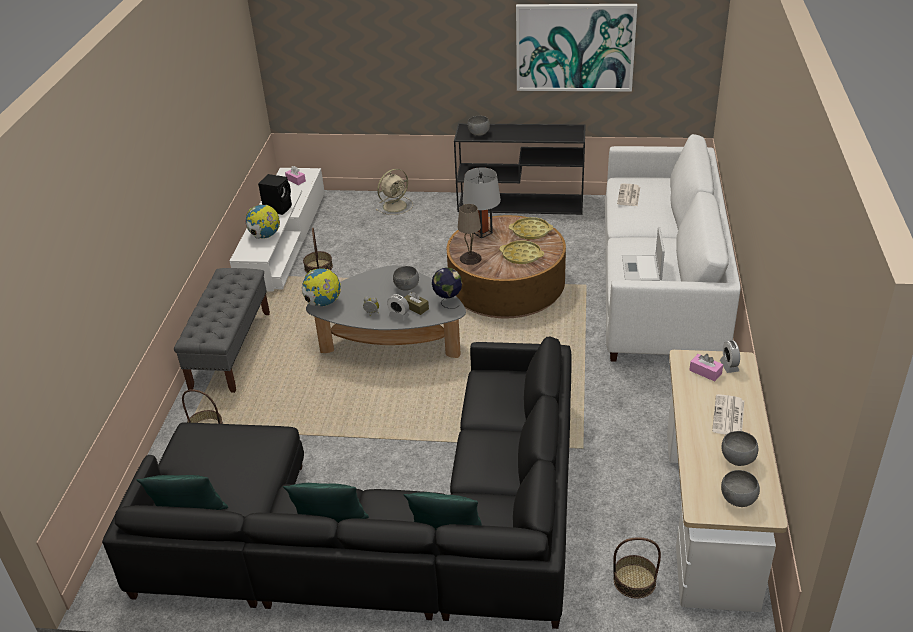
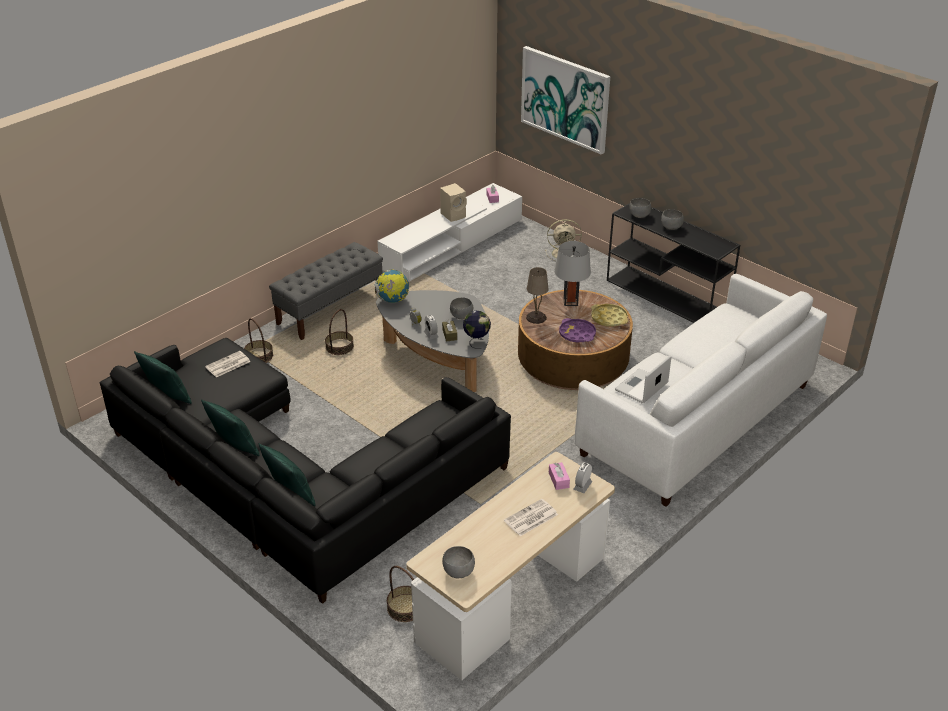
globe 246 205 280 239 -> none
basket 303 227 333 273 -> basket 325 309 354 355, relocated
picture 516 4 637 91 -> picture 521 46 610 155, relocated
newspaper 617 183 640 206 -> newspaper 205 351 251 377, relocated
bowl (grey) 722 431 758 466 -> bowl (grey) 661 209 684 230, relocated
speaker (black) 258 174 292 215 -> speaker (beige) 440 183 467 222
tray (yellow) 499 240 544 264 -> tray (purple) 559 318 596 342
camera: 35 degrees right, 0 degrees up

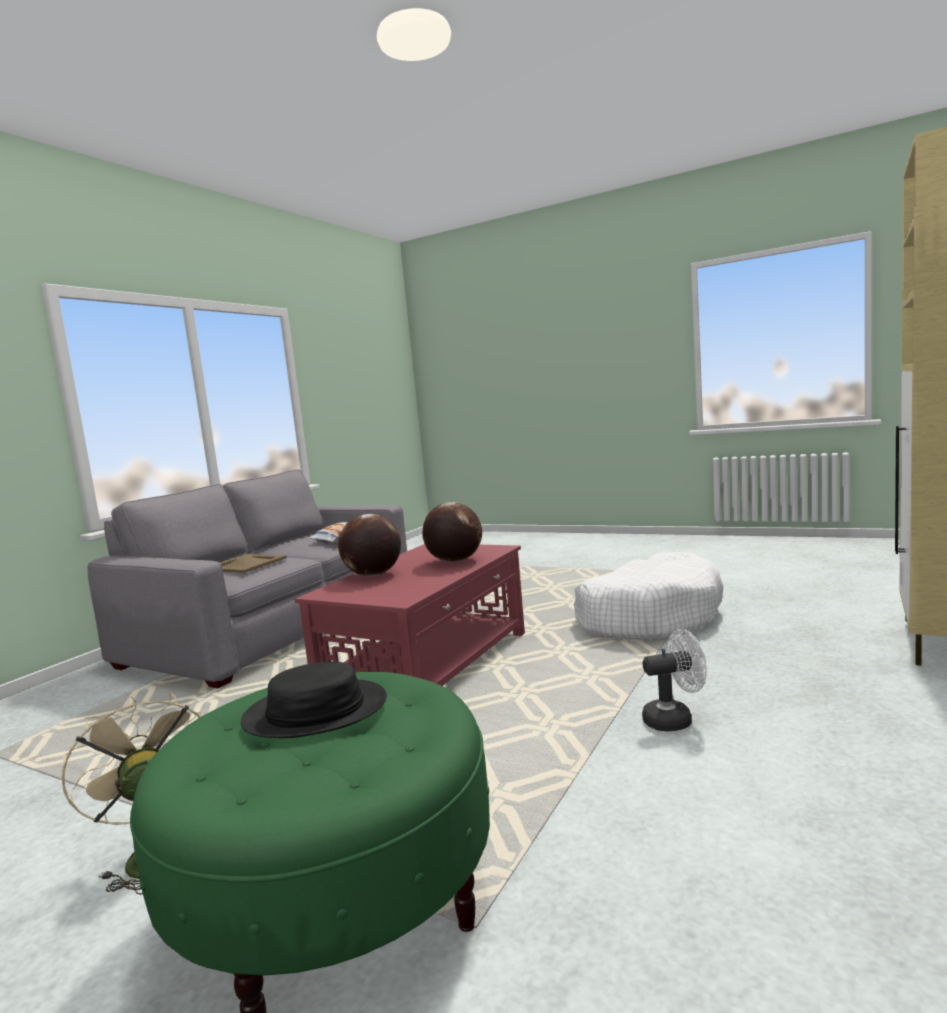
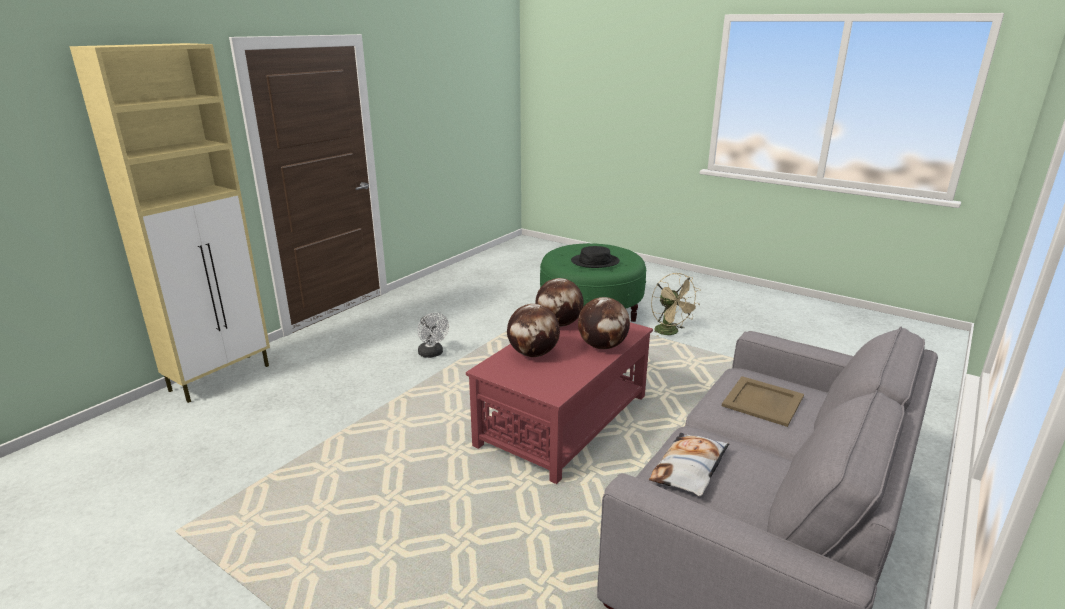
dog bed (white) 574 552 724 640 -> none
none -> globe 535 278 584 327
fan (white) 642 629 707 732 -> fan (white) 418 313 449 358, 120 degrees counterclockwise
camera: 175 degrees left, 15 degrees up

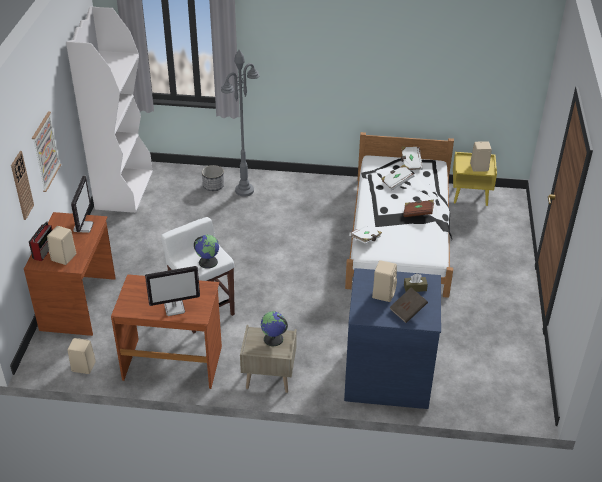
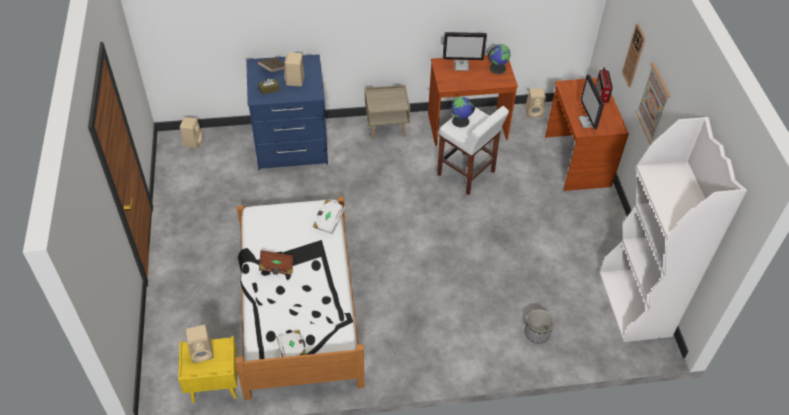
floor lamp (grey) 221 50 259 197 -> none
book (white) 381 165 414 190 -> none
speaker (beige) 47 226 76 265 -> speaker (beige) 180 117 202 148, relocated
globe 261 311 288 346 -> globe 488 44 510 74, relocated
monitor 145 266 200 316 -> monitor 443 32 487 71, 150 degrees counterclockwise
camera: 165 degrees right, 10 degrees up

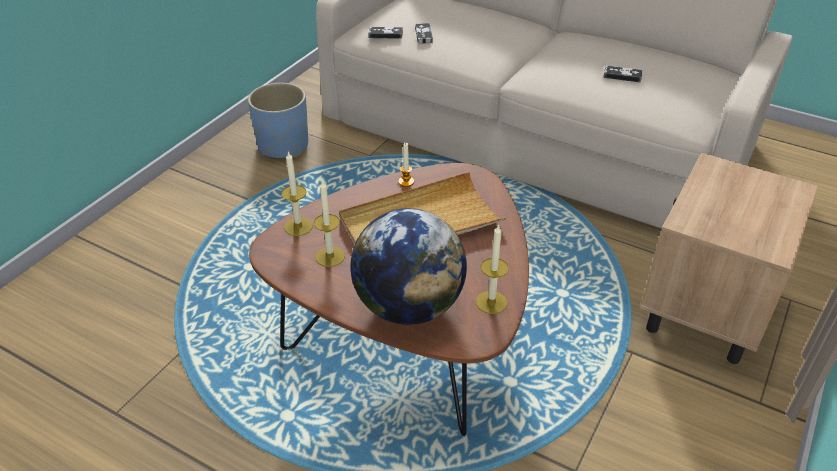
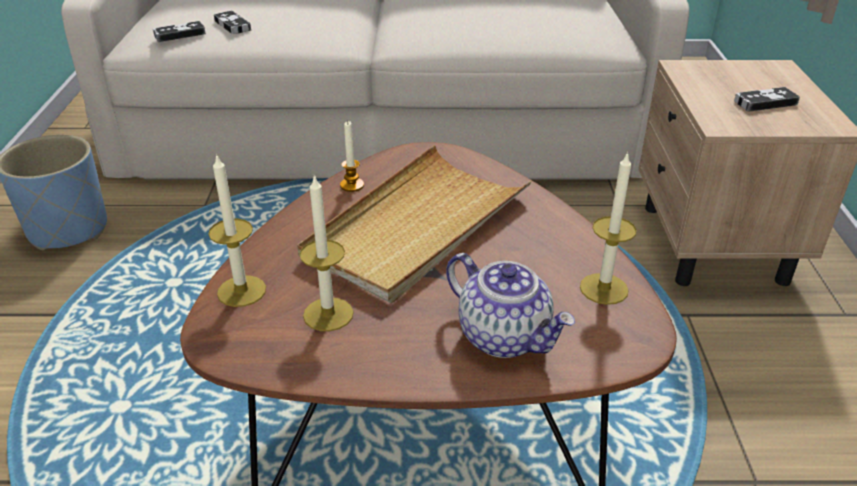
game controller 603 66 642 82 -> game controller 734 87 800 112, relocated
globe 350 208 467 325 -> teapot 446 253 575 358
camera: 30 degrees left, 5 degrees down

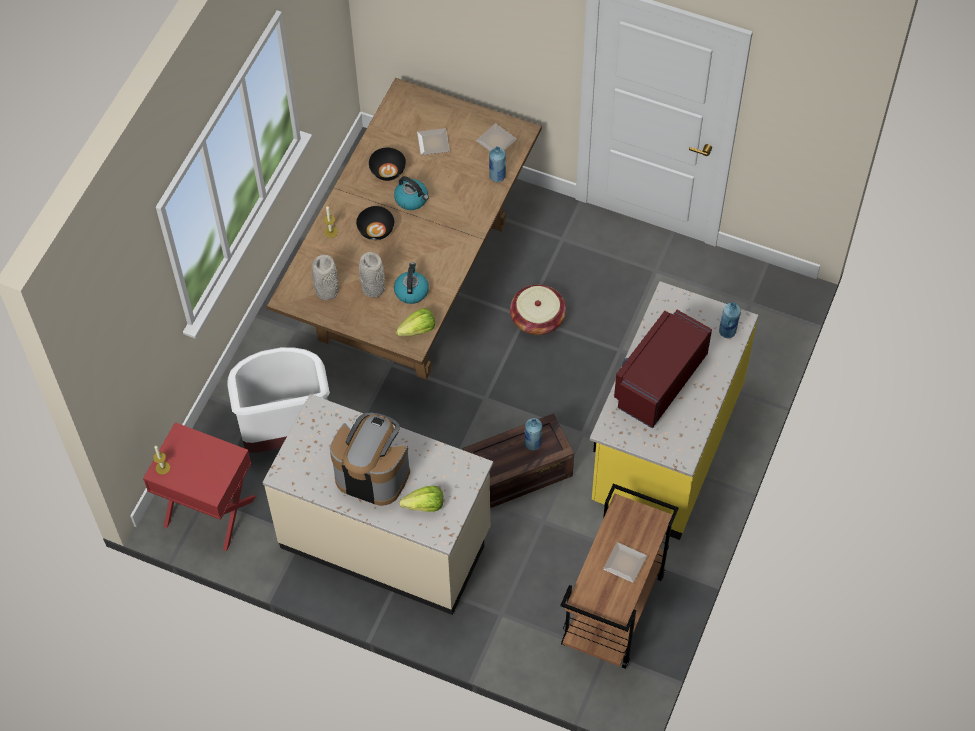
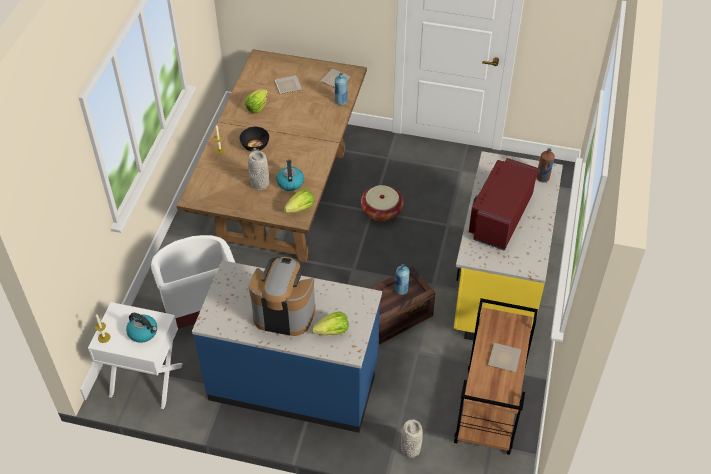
vase (grey) 312 255 338 300 -> vase (grey) 401 420 423 458, relocated
kettle 394 176 429 210 -> kettle 126 313 157 343, relocated
bowl (black) 369 148 406 181 -> lettuce 245 89 268 113
nightstand (red) 143 422 256 551 -> nightstand (white) 88 302 183 409
counter (beige) 262 394 493 615 -> counter (blue) 192 260 382 433
bottle (blue) 719 302 741 338 -> bottle (brown) 536 148 555 183
camera: 10 degrees left, 10 degrees down

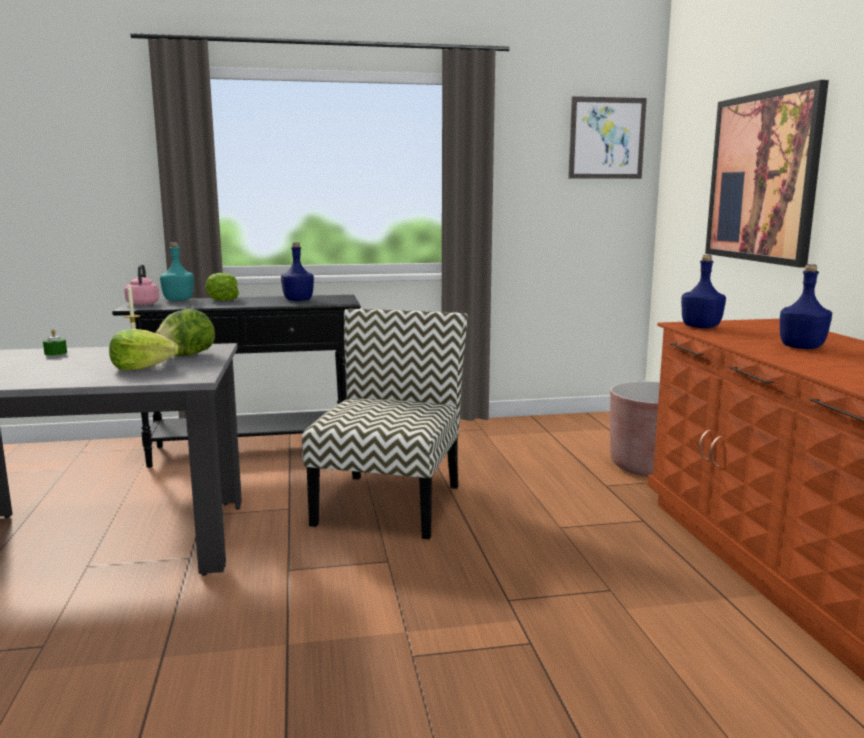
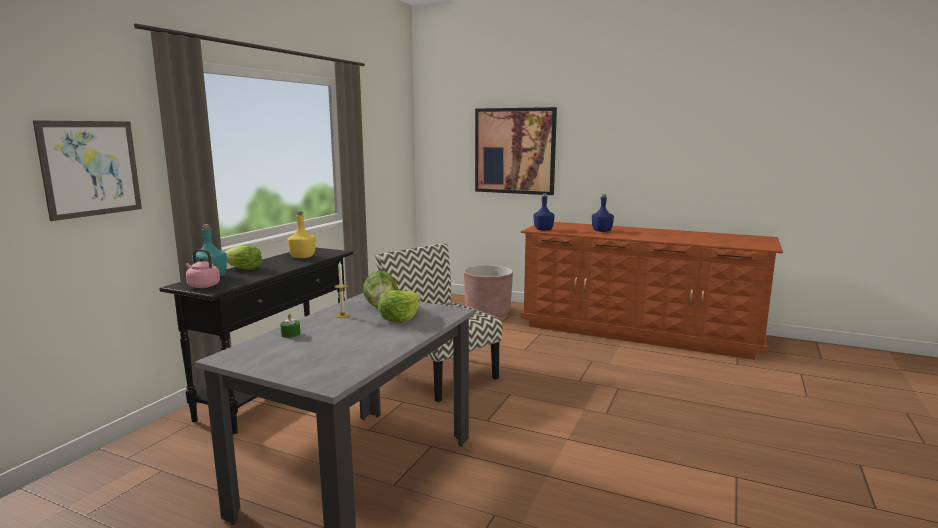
picture 568 96 647 179 -> picture 33 120 142 221, relocated
bottle (blue) 281 242 314 301 -> bottle (yellow) 287 211 316 258
camera: 55 degrees left, 0 degrees up

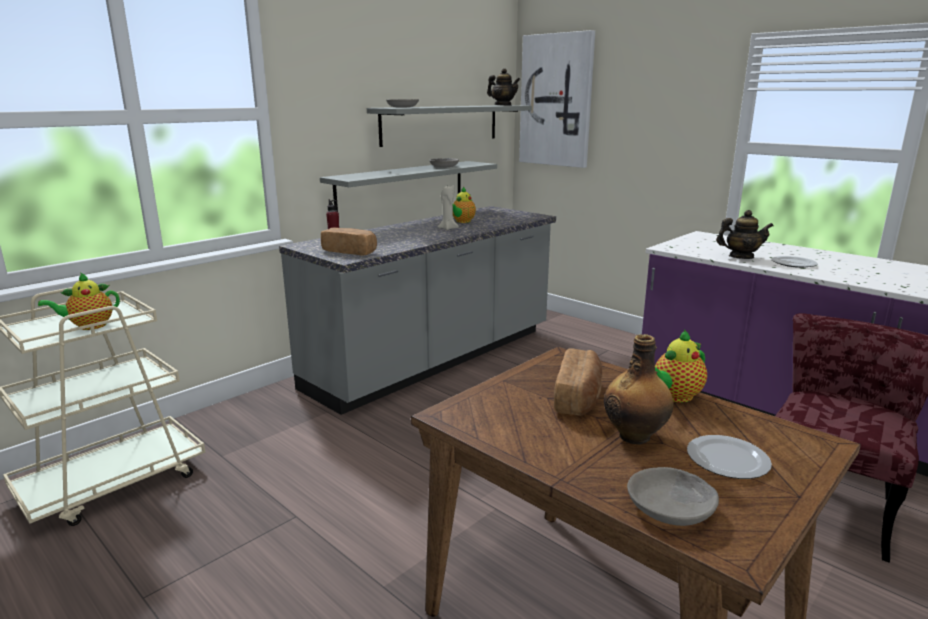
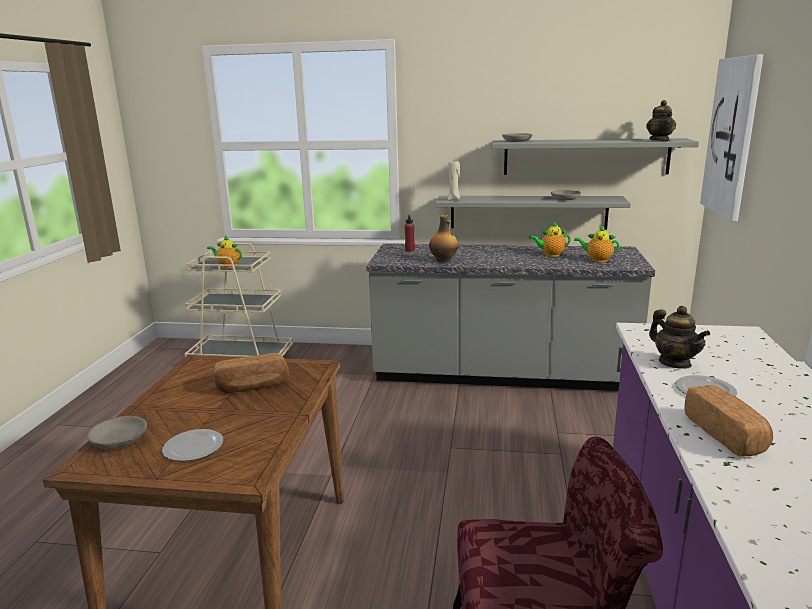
bread 321 227 377 255 -> bread 684 385 773 457, relocated
candle (beige) 437 184 459 230 -> candle (beige) 448 161 460 201, relocated
bottle 604 334 674 444 -> bottle 429 215 458 263, relocated
teapot 655 330 707 402 -> teapot 574 225 619 262, relocated
camera: 55 degrees right, 0 degrees up

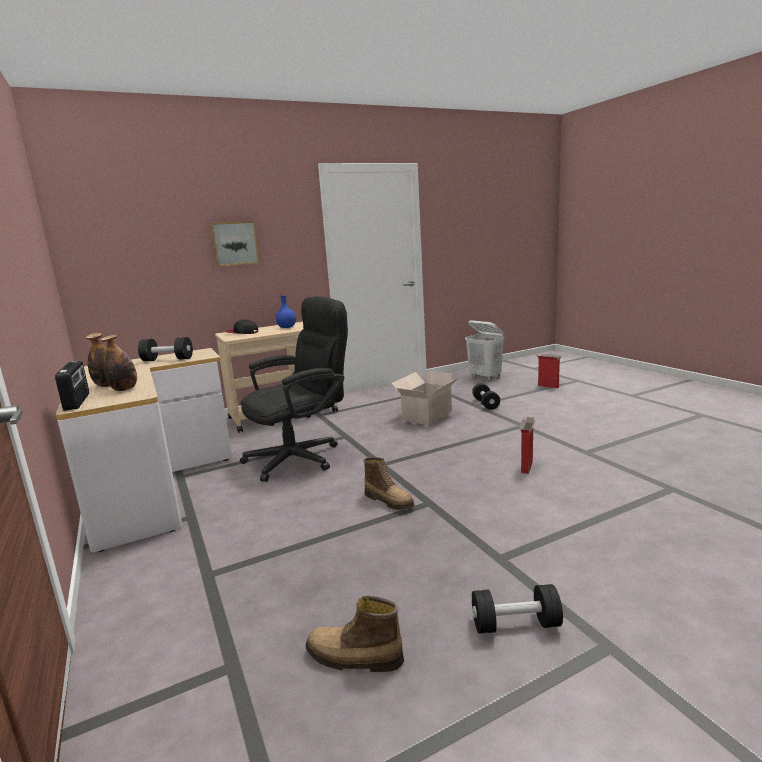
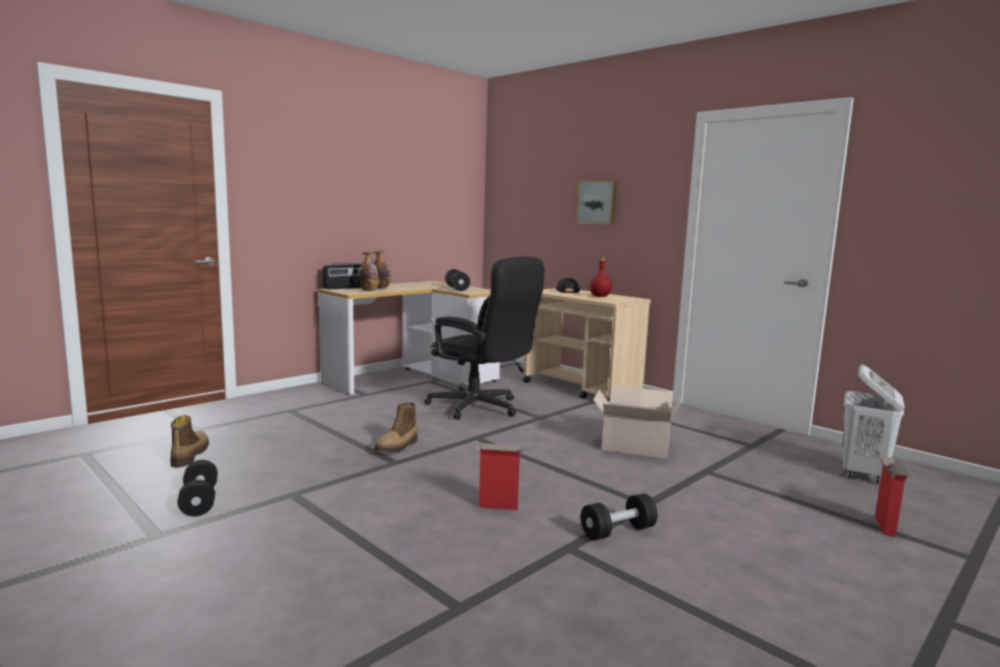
dumbbell (black) 472 383 500 410 -> dumbbell (black) 581 494 658 540, relocated
bottle (blue) 276 292 296 328 -> bottle (red) 590 258 612 297
camera: 70 degrees right, 5 degrees down

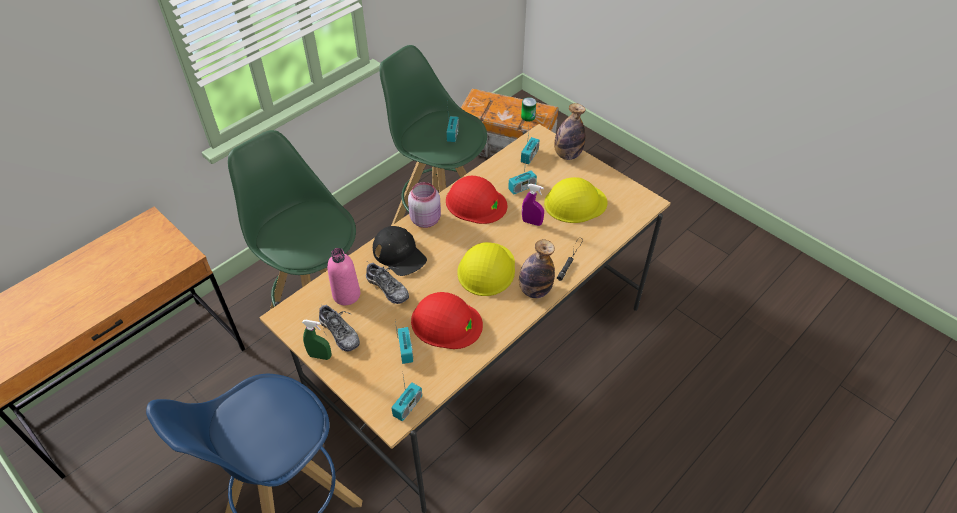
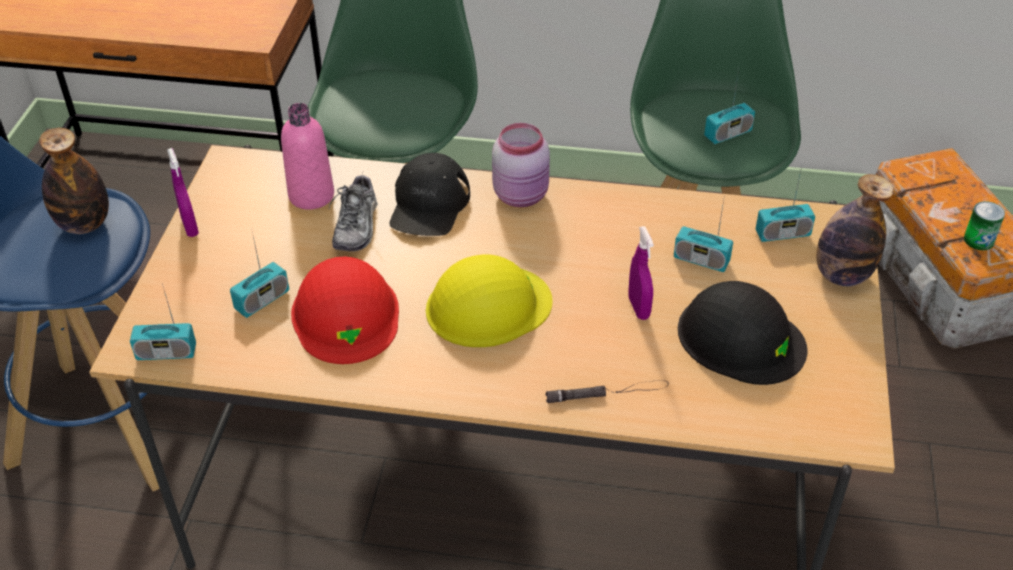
shoe 319 303 360 352 -> none
hard hat (red) 446 176 508 224 -> none
bottle 519 240 555 298 -> bottle 39 128 109 234, relocated
spray bottle (green) 302 320 332 360 -> spray bottle (purple) 167 148 199 237
hard hat (yellow) 544 177 607 223 -> hard hat (black) 678 281 808 385
camera: 55 degrees right, 5 degrees down

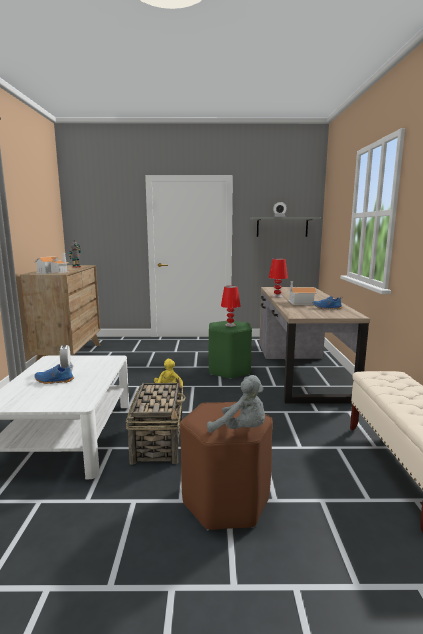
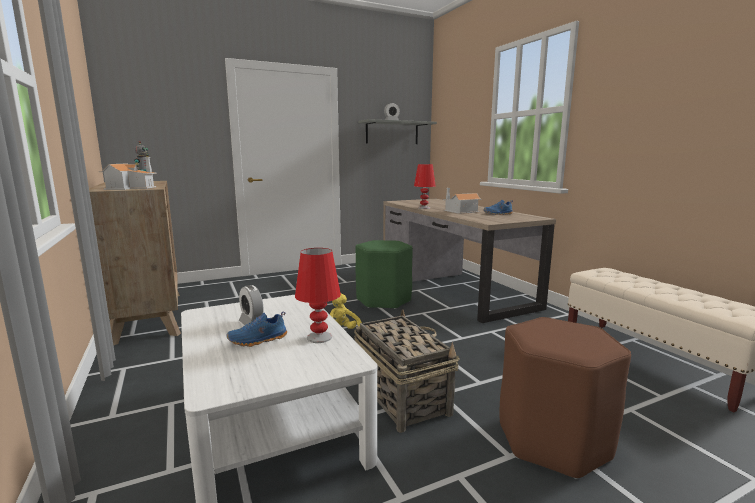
plush toy (grey) 207 375 265 433 -> none
table lamp (red) 221 286 240 327 -> table lamp (red) 295 248 341 343, relocated
camera: 25 degrees left, 0 degrees up

